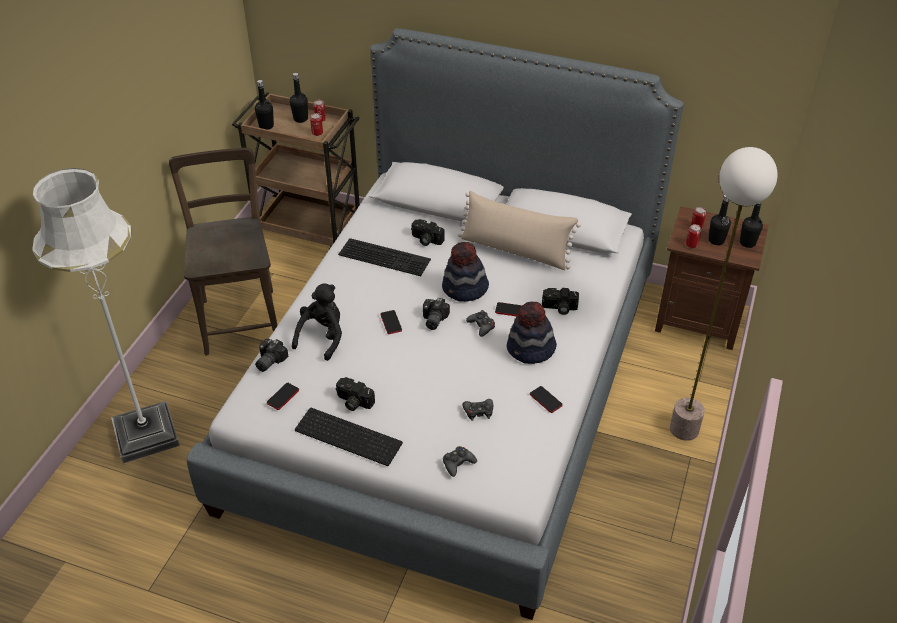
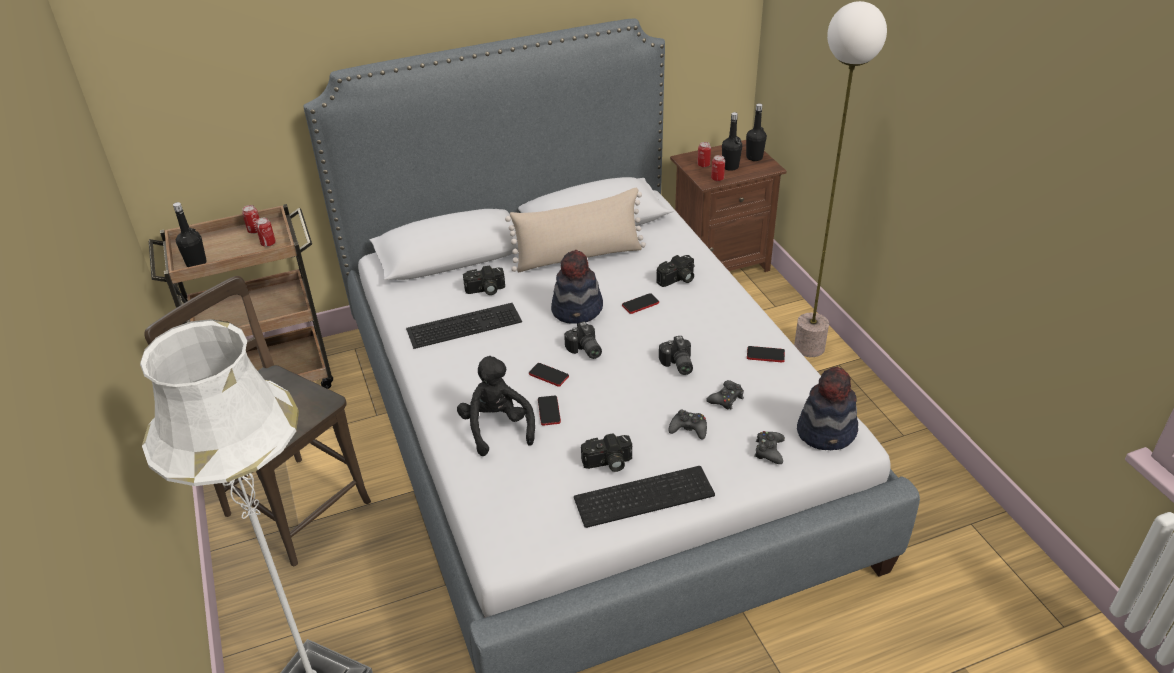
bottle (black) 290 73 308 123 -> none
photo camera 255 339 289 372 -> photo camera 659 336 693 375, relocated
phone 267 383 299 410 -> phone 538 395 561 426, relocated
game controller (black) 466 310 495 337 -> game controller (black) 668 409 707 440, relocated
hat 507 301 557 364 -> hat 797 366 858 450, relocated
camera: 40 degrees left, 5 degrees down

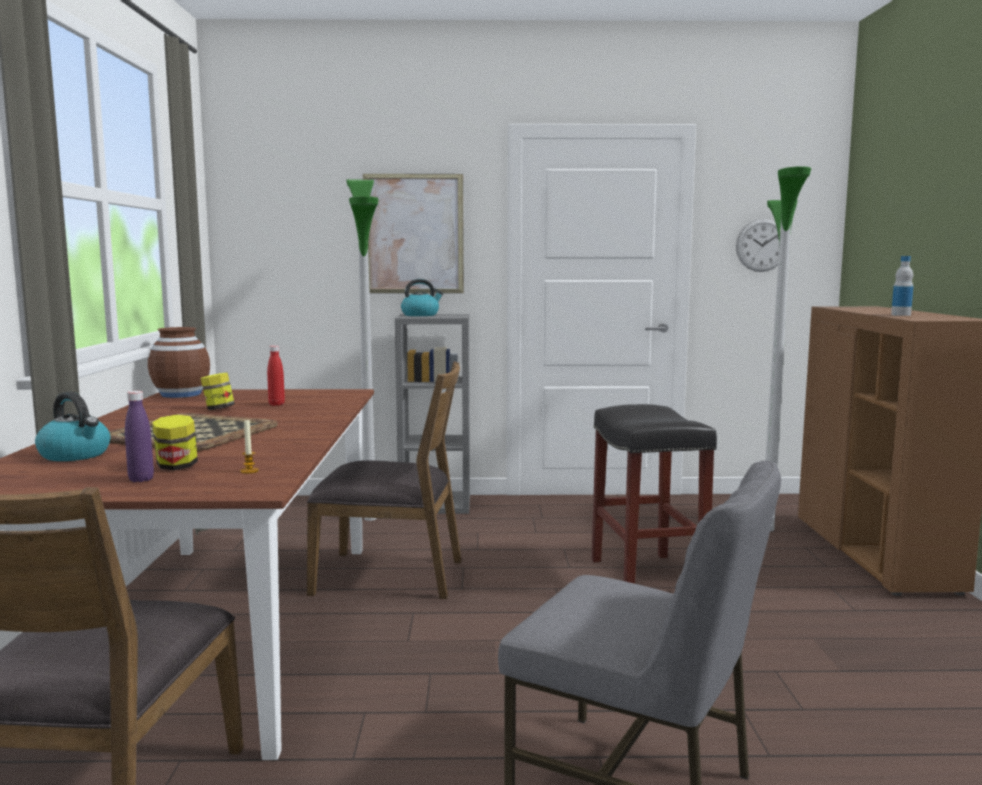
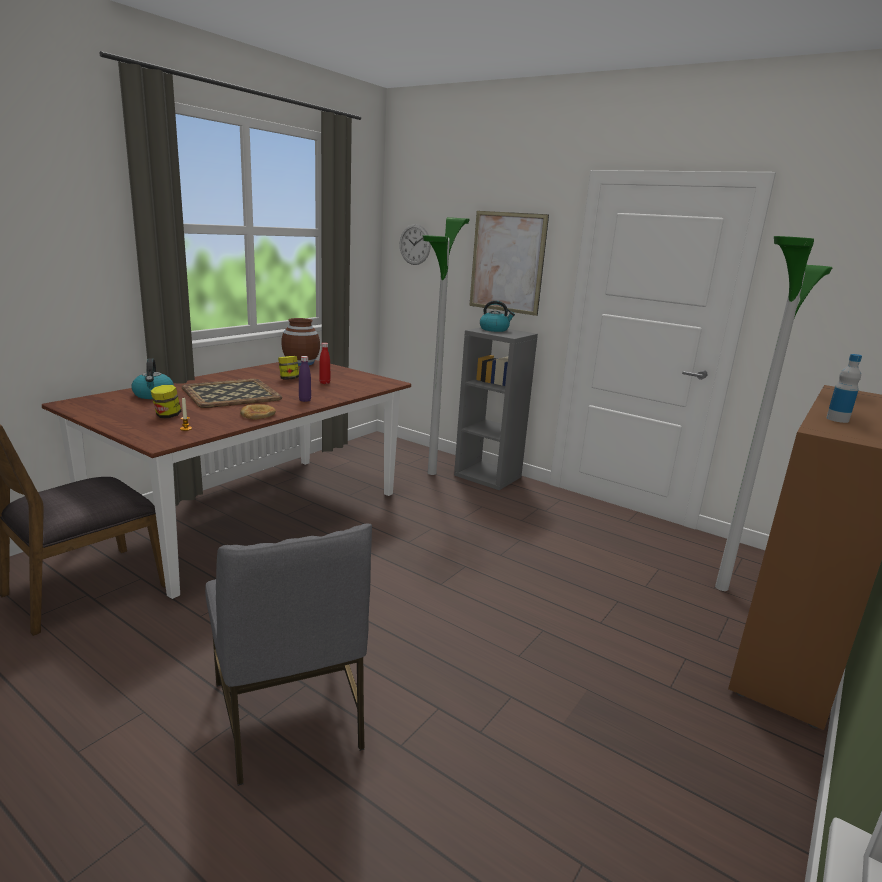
chair (brown) 307 361 462 599 -> none
stool (black) 591 404 717 584 -> none
none -> bread 240 404 276 420
bottle (purple) 125 391 154 482 -> bottle (purple) 299 356 311 402, relocated
wall clock 736 218 779 272 -> wall clock 400 224 431 265, relocated
camera: 35 degrees right, 10 degrees up

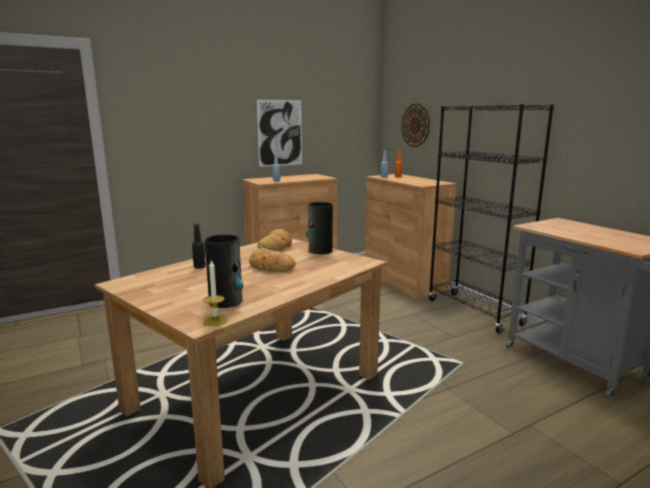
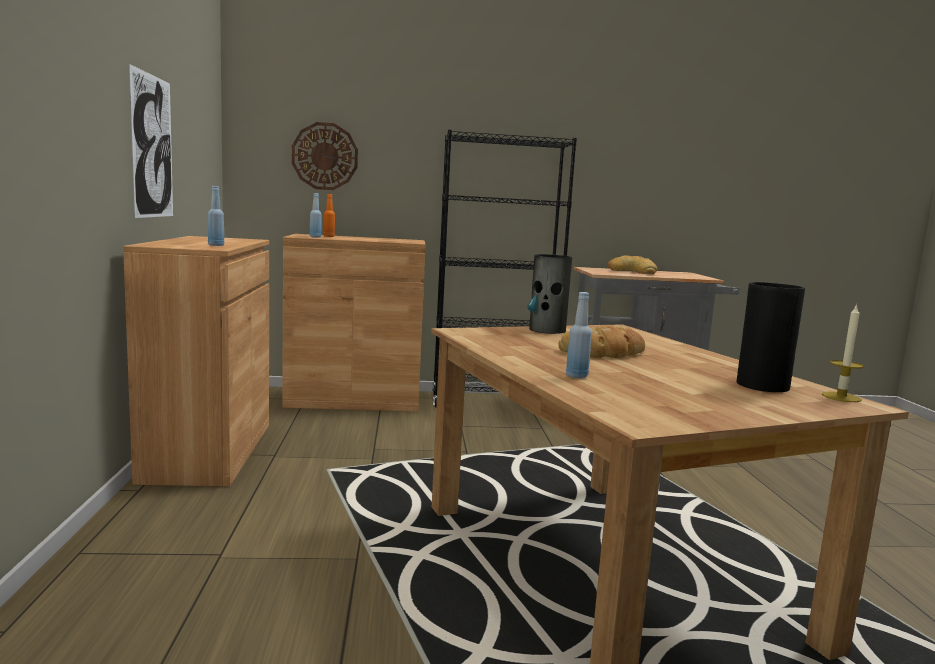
bread 257 229 292 251 -> bread 608 255 657 274, relocated
bottle (black) 192 224 206 269 -> bottle (blue) 566 292 592 378
camera: 65 degrees left, 5 degrees down

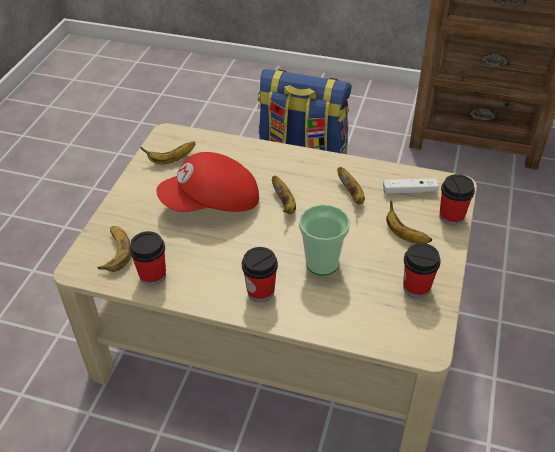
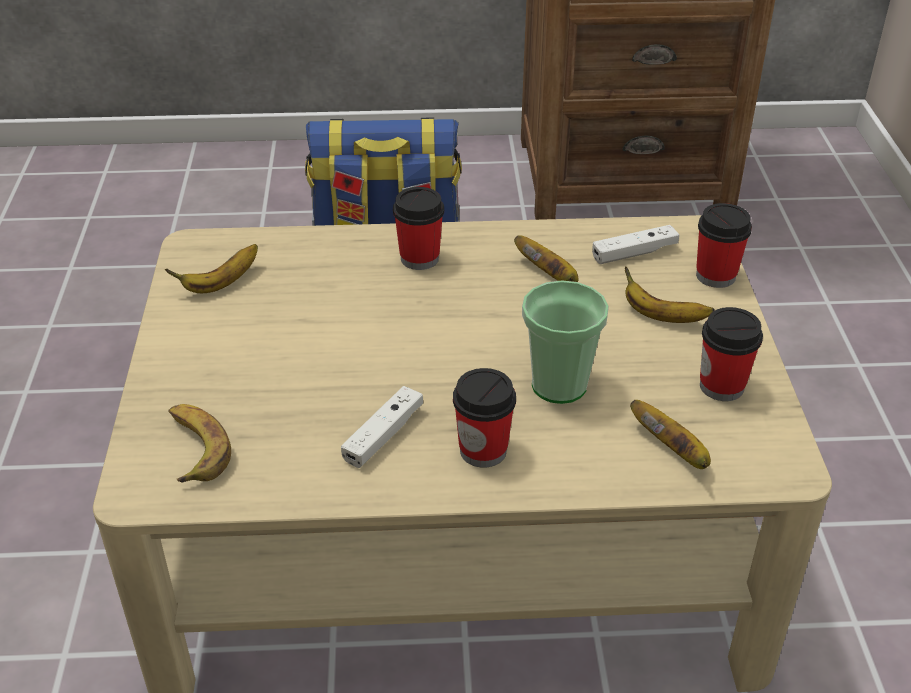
cap (red) 156 152 259 212 -> none
none -> game controller (white) 341 386 423 468
cup 129 231 166 286 -> cup 393 187 444 270, relocated
banana 272 176 296 214 -> banana 630 400 711 469, relocated
camera: 20 degrees left, 5 degrees down

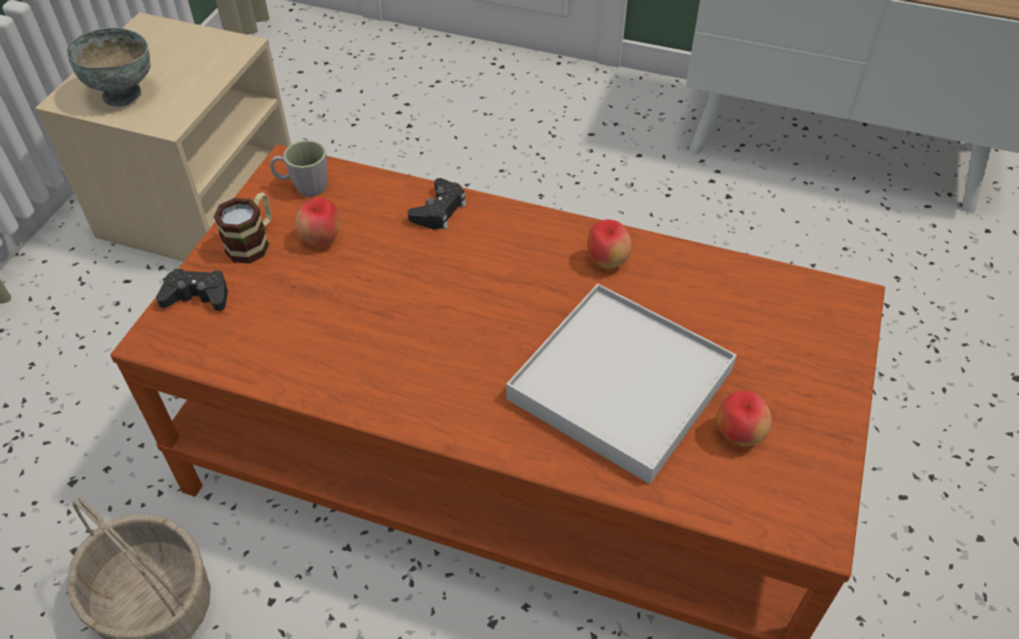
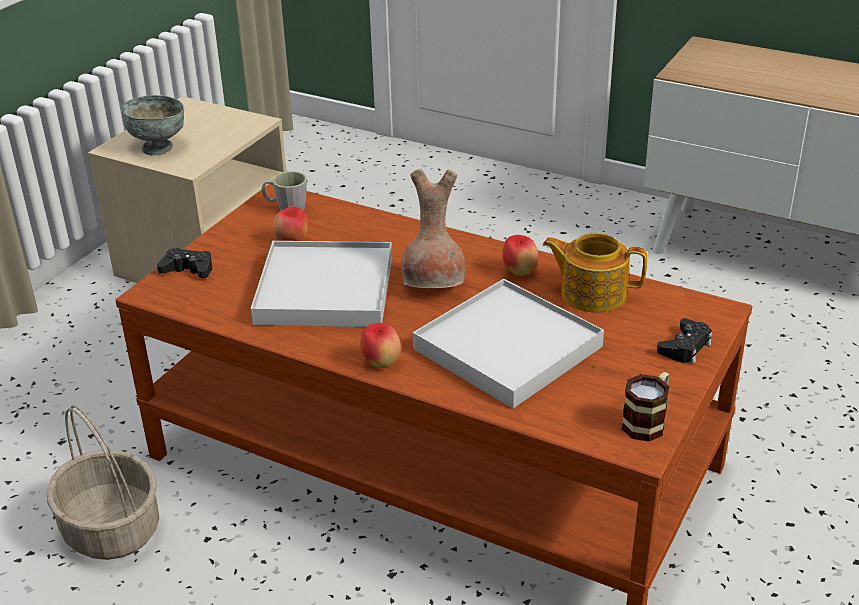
none -> tray (white) 251 241 392 327
none -> vase (brown) 401 168 466 288
none -> teapot 543 233 647 313
mug 214 192 271 264 -> mug 621 372 670 441, relocated
game controller (black) 408 178 466 230 -> game controller (black) 657 318 712 364, relocated
apple 716 390 772 447 -> apple 360 323 401 368, relocated
camera: 10 degrees right, 15 degrees down

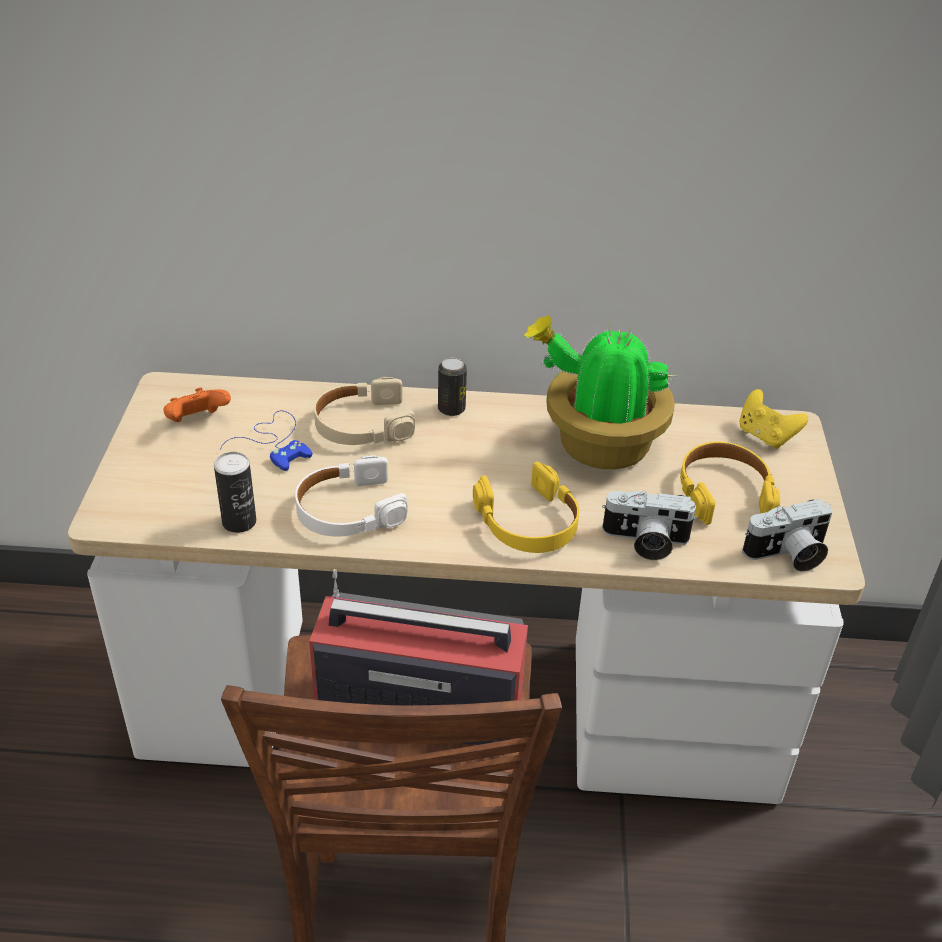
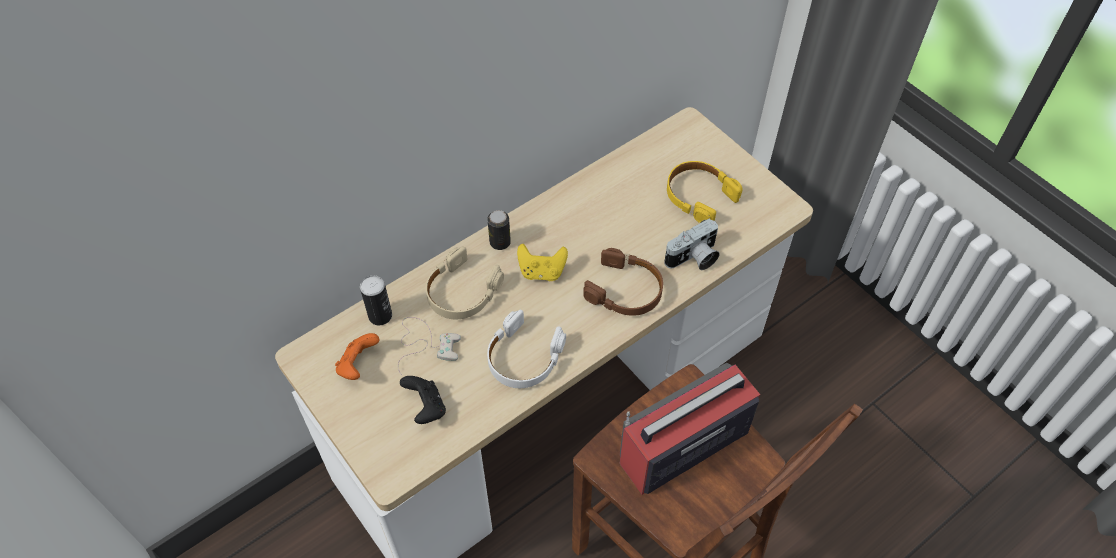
potted plant 524 315 675 469 -> none
photo camera 742 499 832 572 -> none
none -> game controller (black) 400 376 446 424
can 214 452 256 533 -> can 360 275 392 325, relocated
game controller (yellow) 740 389 808 449 -> game controller (yellow) 517 244 568 281, relocated
game controller (blue) 220 410 312 471 -> game controller (white) 398 317 461 375
headphones (yellow) 473 462 579 553 -> headphones (brown) 583 248 663 316
camera: 40 degrees left, 15 degrees up

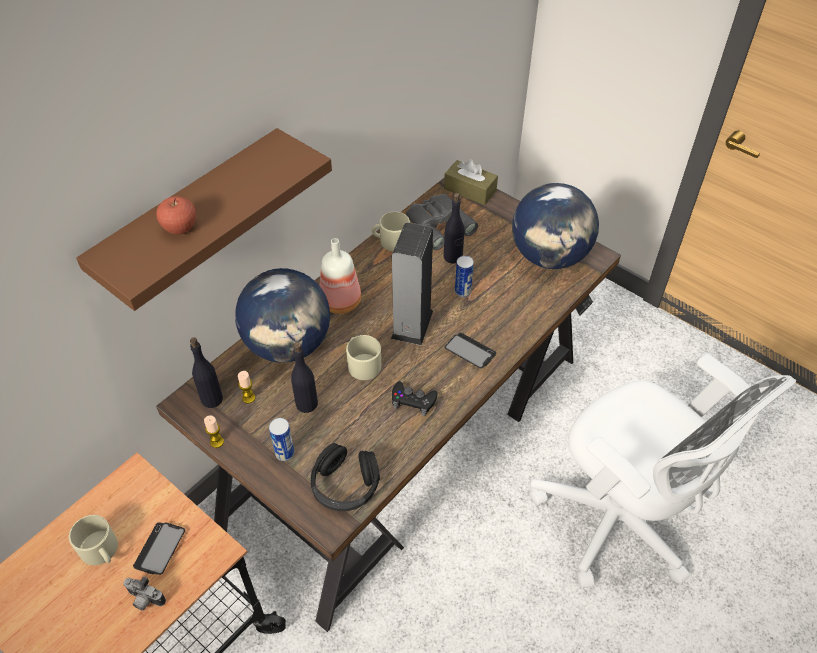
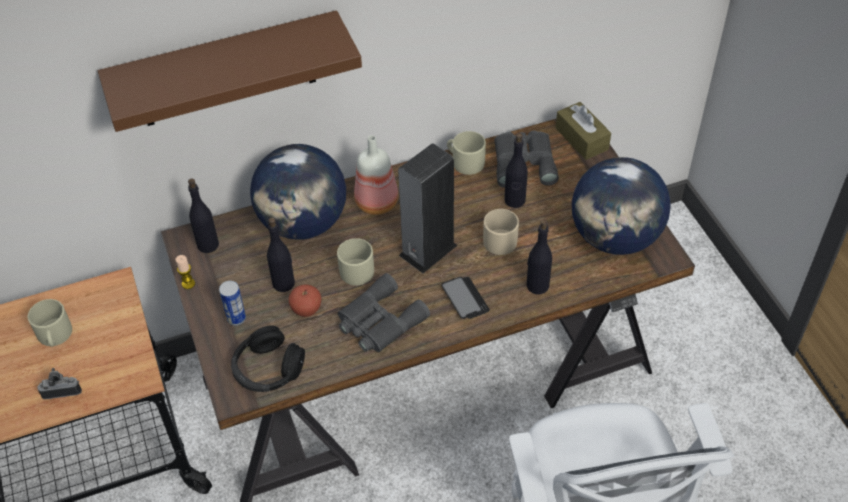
phone 133 522 185 575 -> none
candle 238 371 255 404 -> none
none -> bottle (black) 526 219 552 294
apple 156 196 196 235 -> apple 289 285 321 317, relocated
game controller (black) 392 382 437 416 -> binoculars (grey) 338 273 430 352
can 455 256 474 297 -> mug (beige) 483 209 519 255
photo camera 124 576 166 611 -> photo camera 37 368 82 399, 120 degrees clockwise
camera: 30 degrees right, 0 degrees up

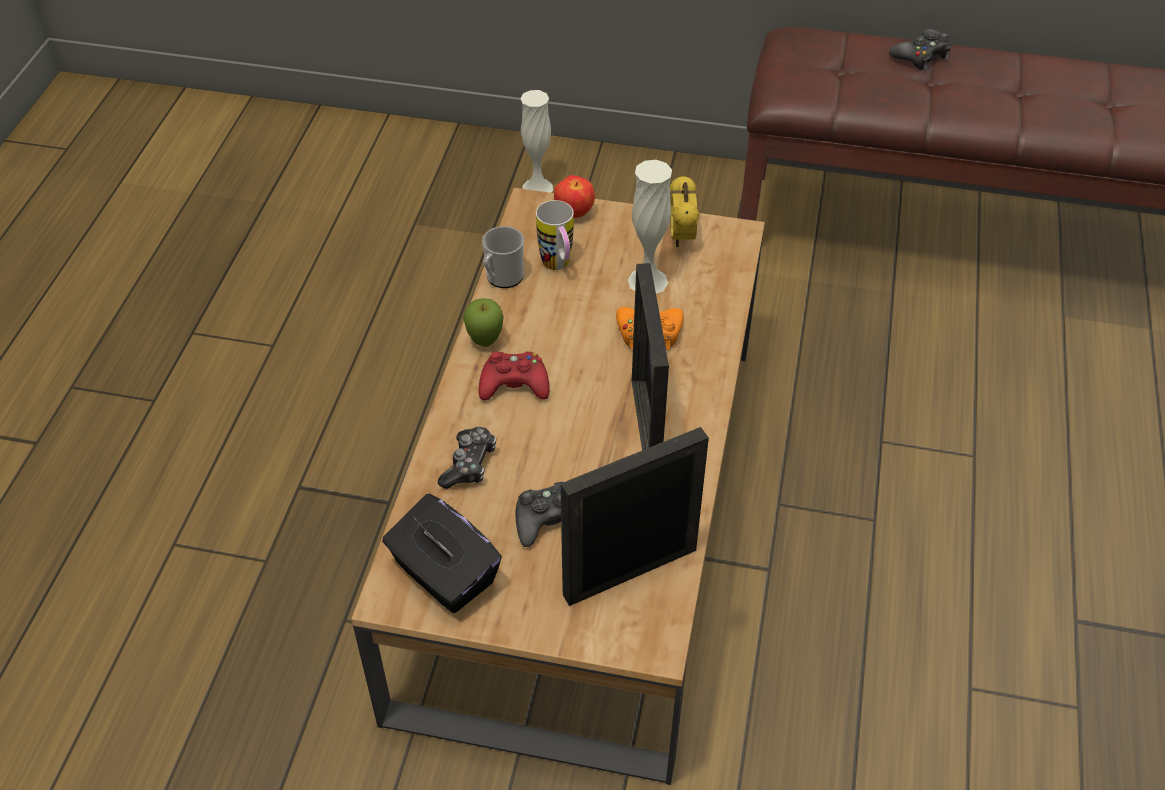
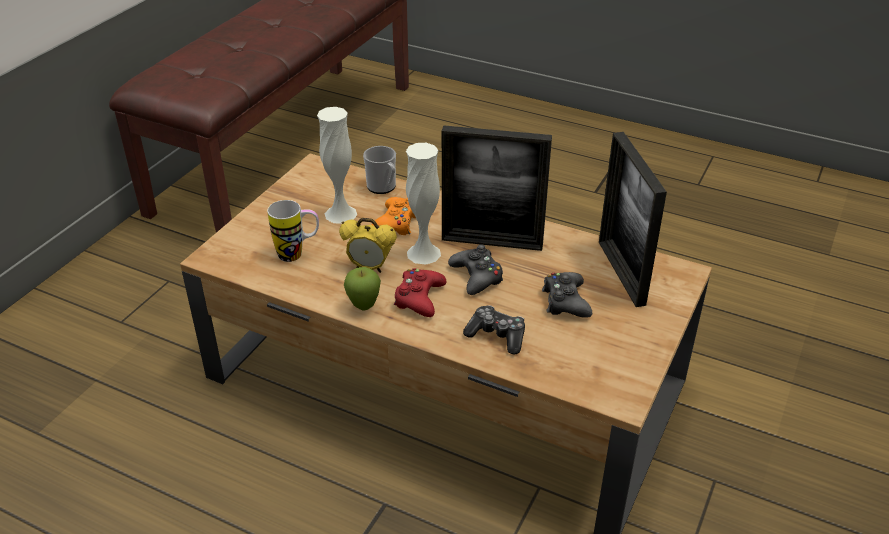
tissue box (black) 382 494 502 613 -> none
apple 554 175 595 218 -> none
mug 482 226 524 288 -> mug 363 146 396 194, relocated
vase (white) 520 90 553 193 -> vase (white) 406 143 441 265, relocated
alarm clock 670 175 699 248 -> alarm clock 339 218 397 273, relocated
game controller (black) 889 29 951 71 -> game controller (black) 448 244 503 295, relocated
camera: 75 degrees left, 10 degrees down

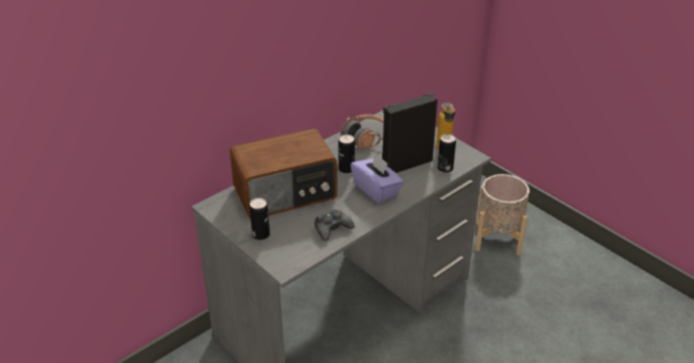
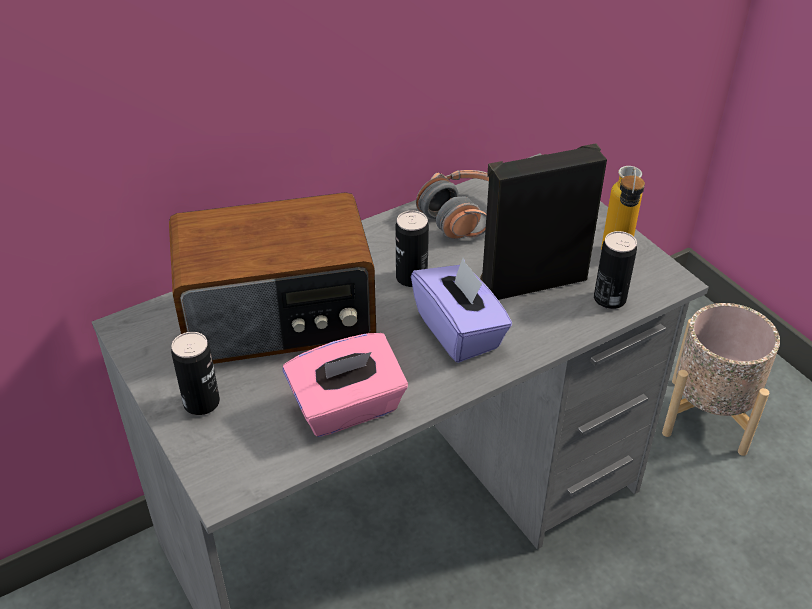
game controller (black) 315 209 355 241 -> tissue box (pink) 283 333 408 437
camera: 10 degrees right, 5 degrees up

